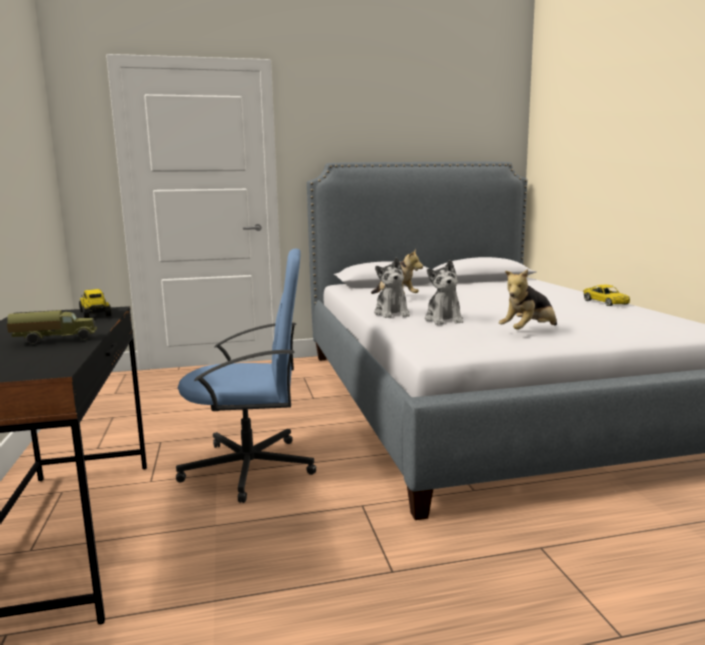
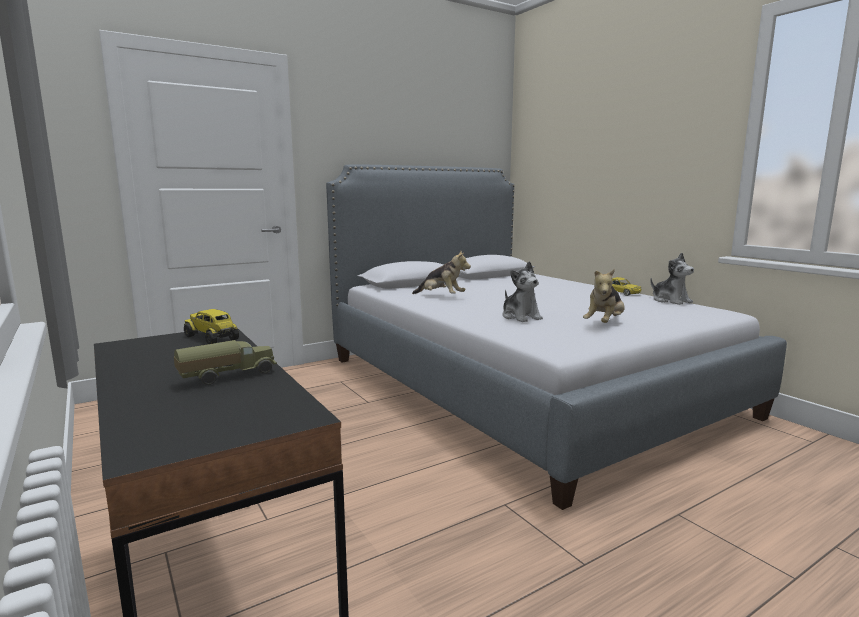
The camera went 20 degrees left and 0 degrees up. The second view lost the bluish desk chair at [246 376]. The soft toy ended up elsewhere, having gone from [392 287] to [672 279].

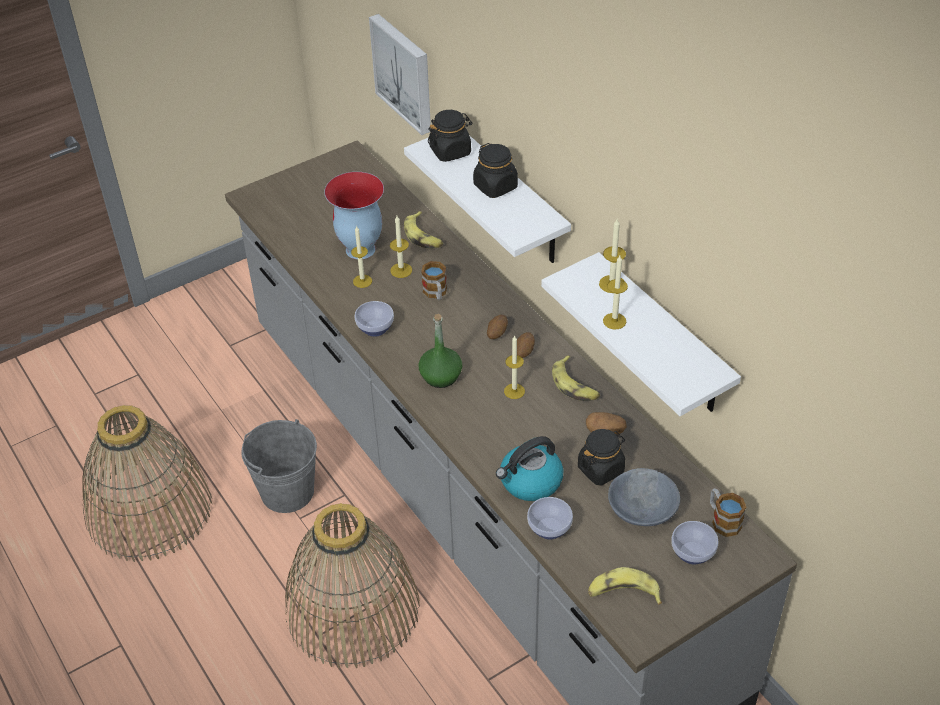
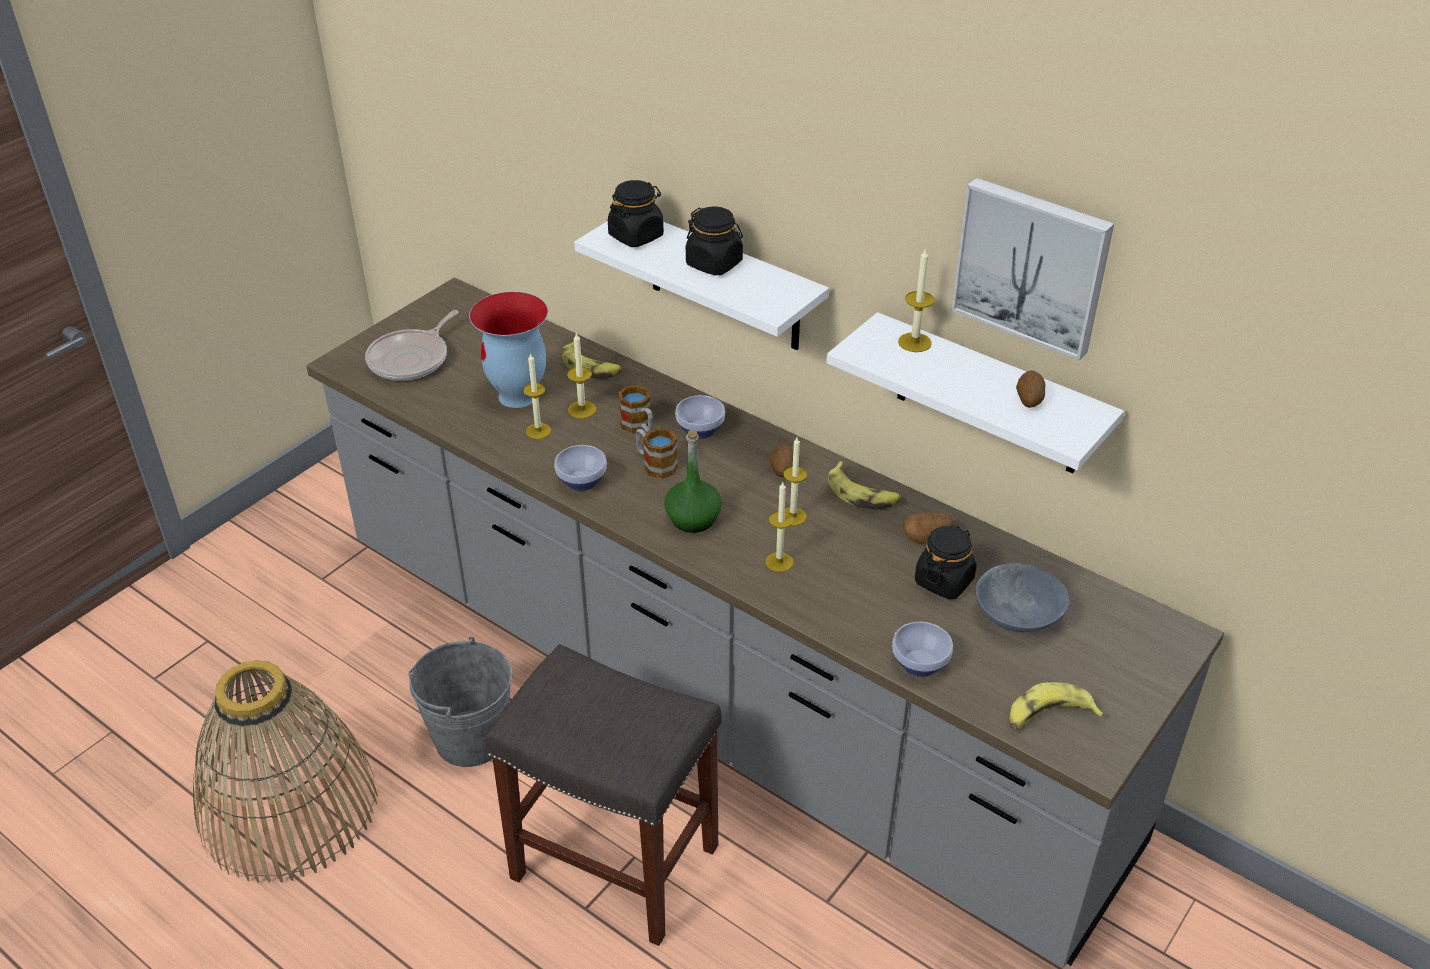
The camera went 20 degrees left and 5 degrees down. The wall art ended up elsewhere, having gone from [400 74] to [1032 269]. The candle ended up elsewhere, having gone from [615 292] to [780 527]. The whole potato ended up elsewhere, having gone from [497 327] to [1030 389]. The second view lost the tea kettle at [530 468]. The coffee mug ended up elsewhere, having gone from [728 512] to [656 453]. Where the basket stood at [352 586], the greyish stool seat came to stand at [604 795]. The deep dish ended up elsewhere, having gone from [694 542] to [700 417]. The second view gained the frying pan at [411 345].

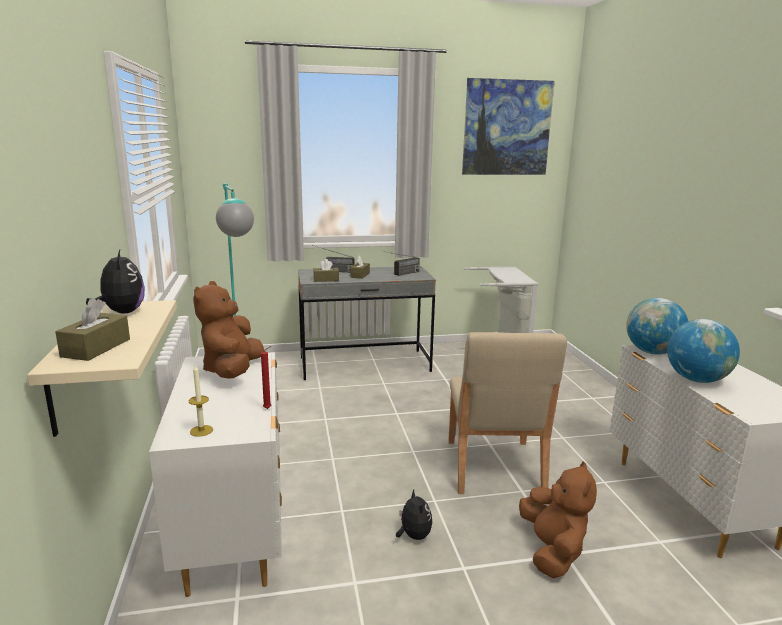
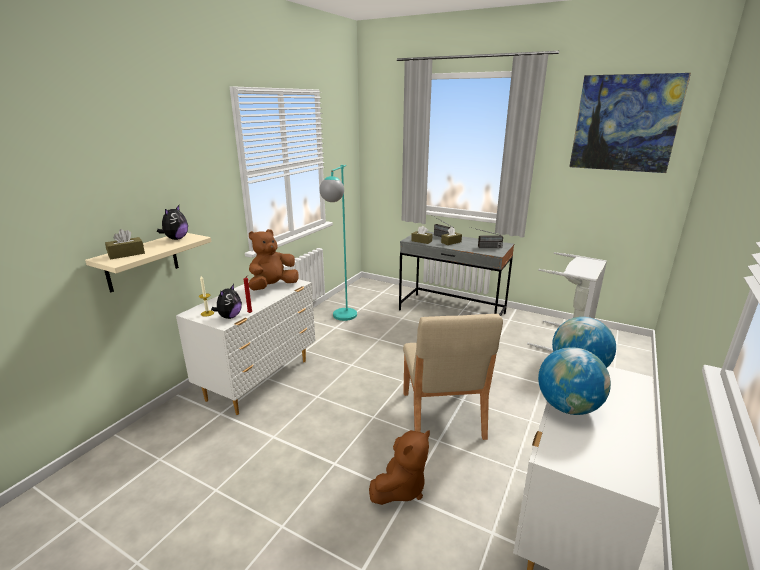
The camera went 40 degrees right and 5 degrees up. The sand-coloured plain chair at [507 413] ended up facing another way, 45 degrees counterclockwise from before. The soft toy ended up elsewhere, having gone from [414 514] to [226 301].

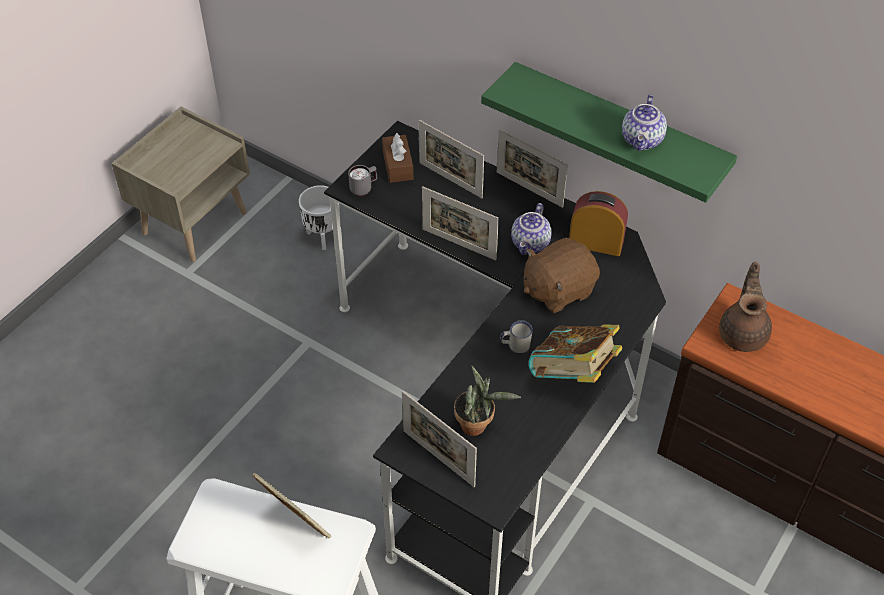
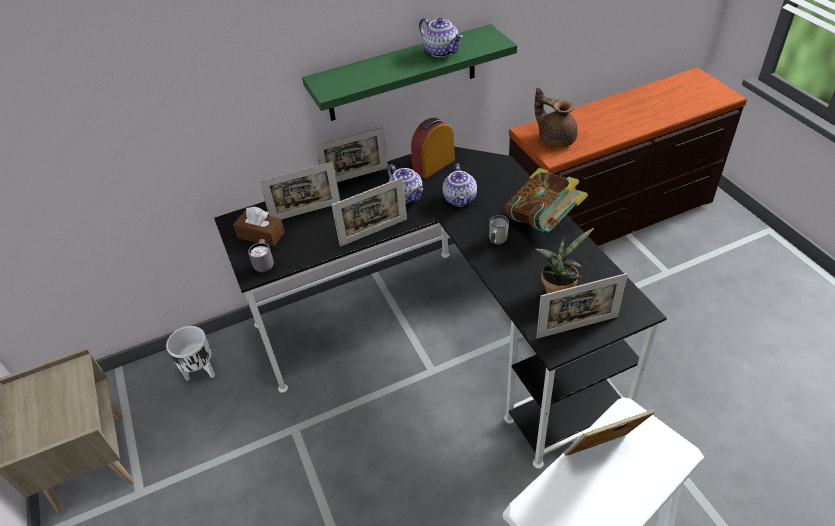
The camera went 55 degrees left and 5 degrees down. Where the brownish soft toy stood at [562 275], the teapot came to stand at [460 185].

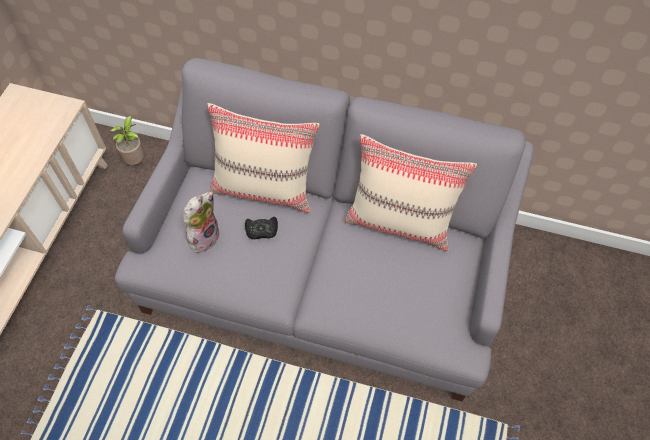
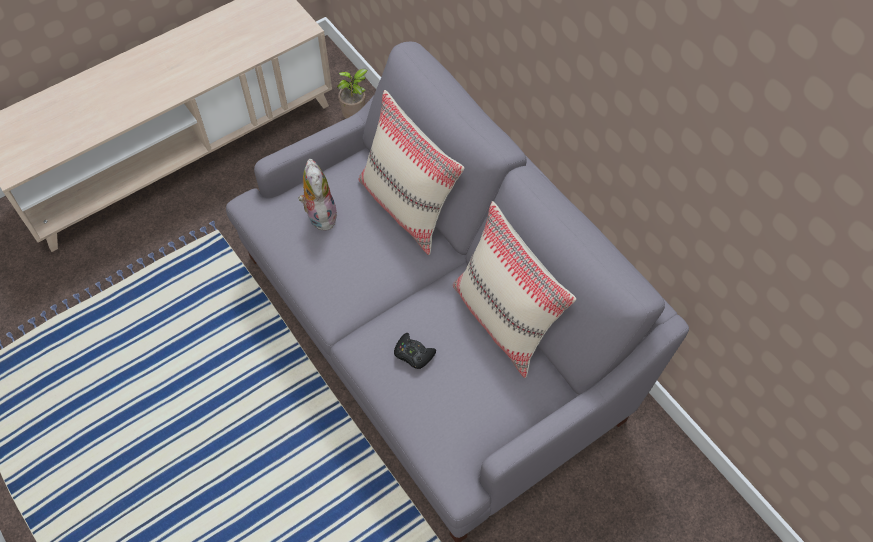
The camera went 40 degrees right and 0 degrees up. The soft toy at [201 222] ended up facing another way, 90 degrees counterclockwise from before. The black-coloured game controller ended up elsewhere, having gone from [261 228] to [415 351].

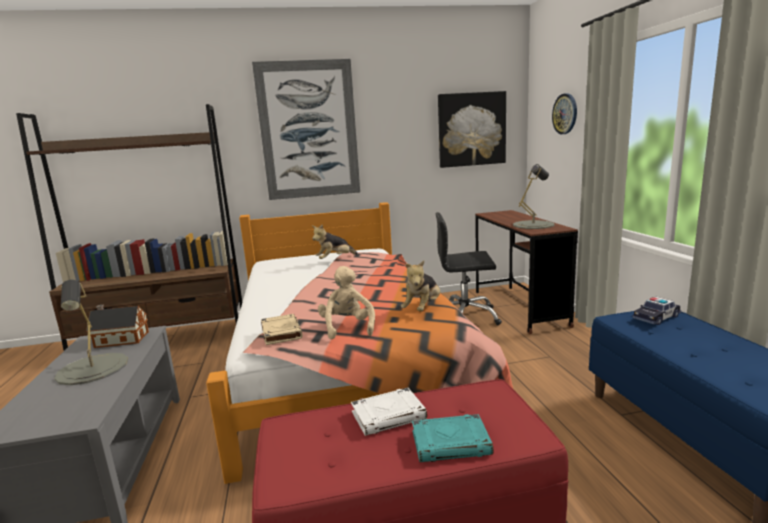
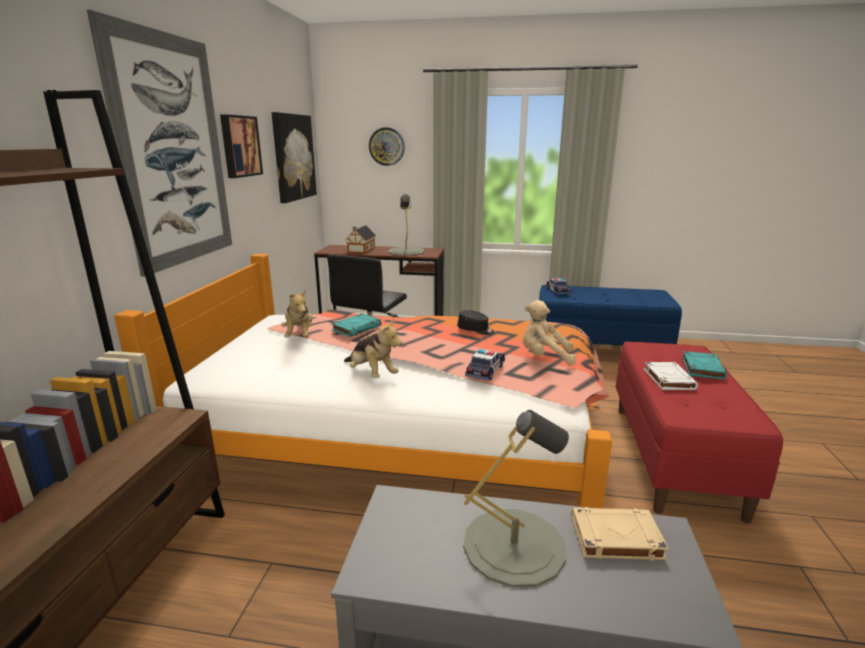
The camera went 70 degrees left and 5 degrees up. The soft toy ended up elsewhere, having gone from [420 286] to [373 348]. The model house ended up elsewhere, having gone from [117 326] to [360 239]. The sand-coloured bound book ended up elsewhere, having gone from [282 329] to [620 534]. The second view gained the wall art at [241 146]. The second view gained the black-coloured baseball cap at [476 322]. The second view gained the turquoise-coloured bound book at [356 325]. The second view gained the toy car at [485 365].

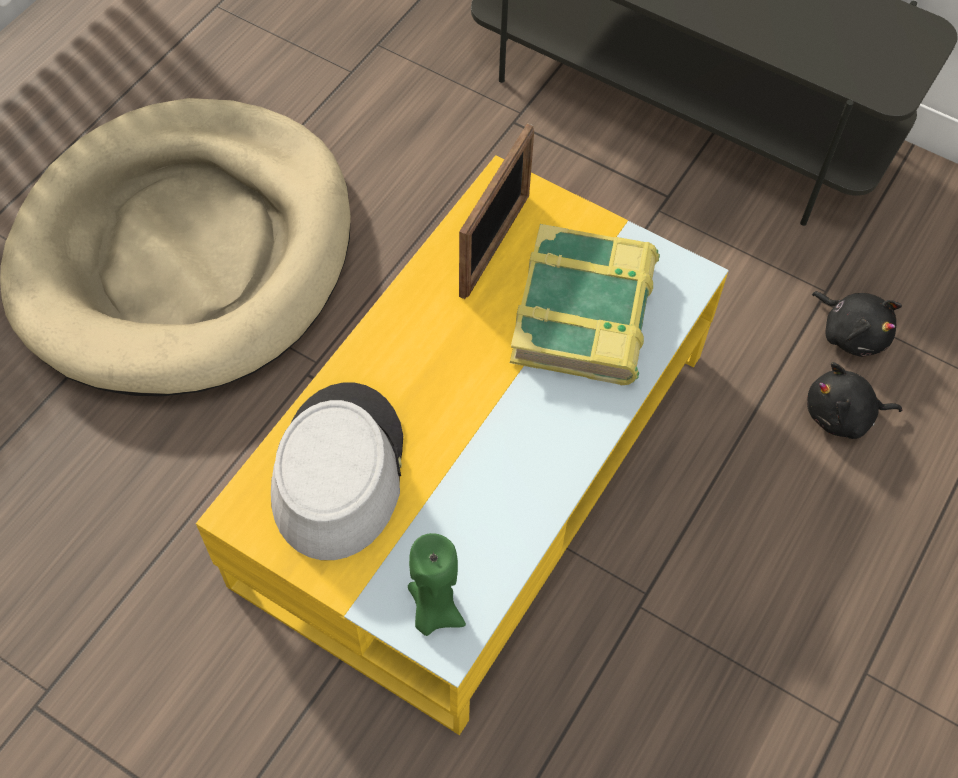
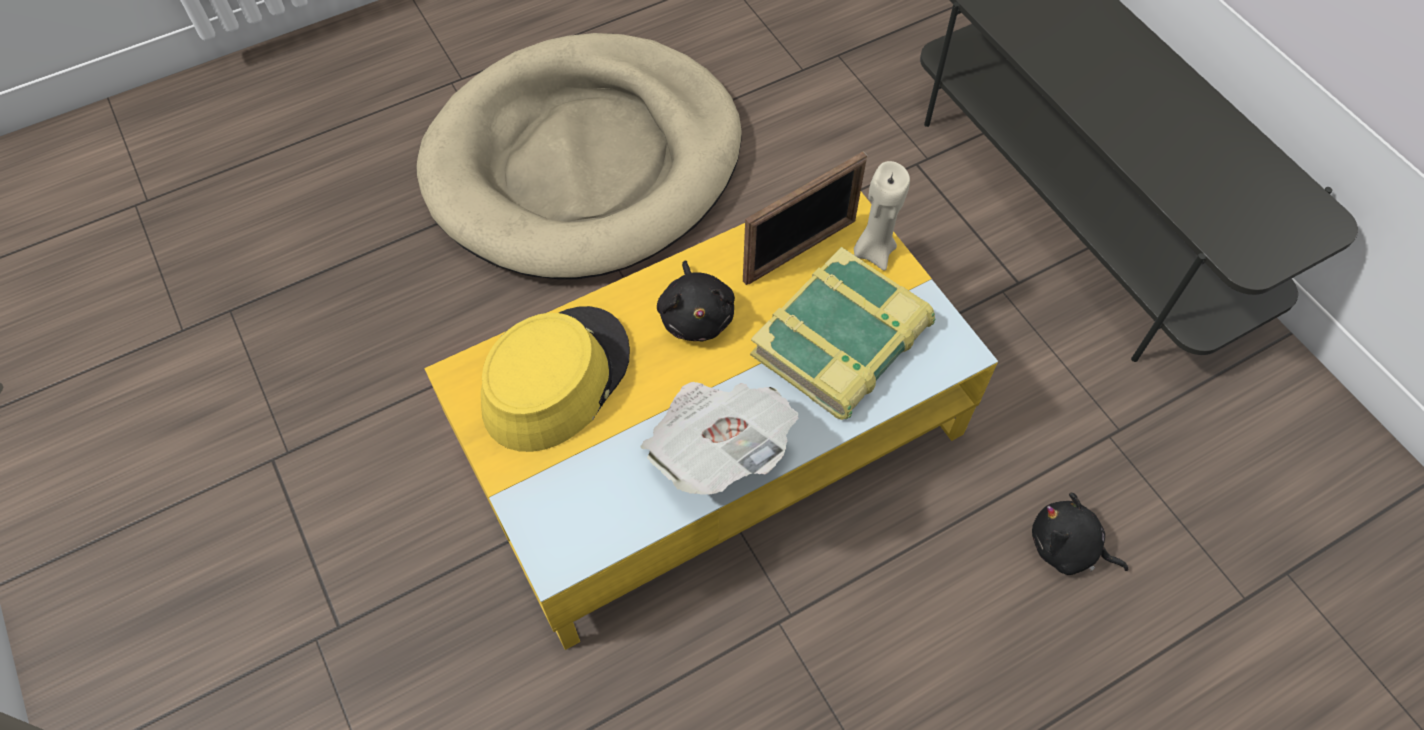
The camera went 30 degrees right and 0 degrees up. The black-coloured soft toy ended up elsewhere, having gone from [857 324] to [696 301]. What was the greyish clothing hat at [337 471] turned into the yellowish clothing hat at [555 379]. The second view lost the greenish candle at [437 584]. The second view gained the sand-coloured candle at [882 216]. The second view gained the newspaper at [719 438].

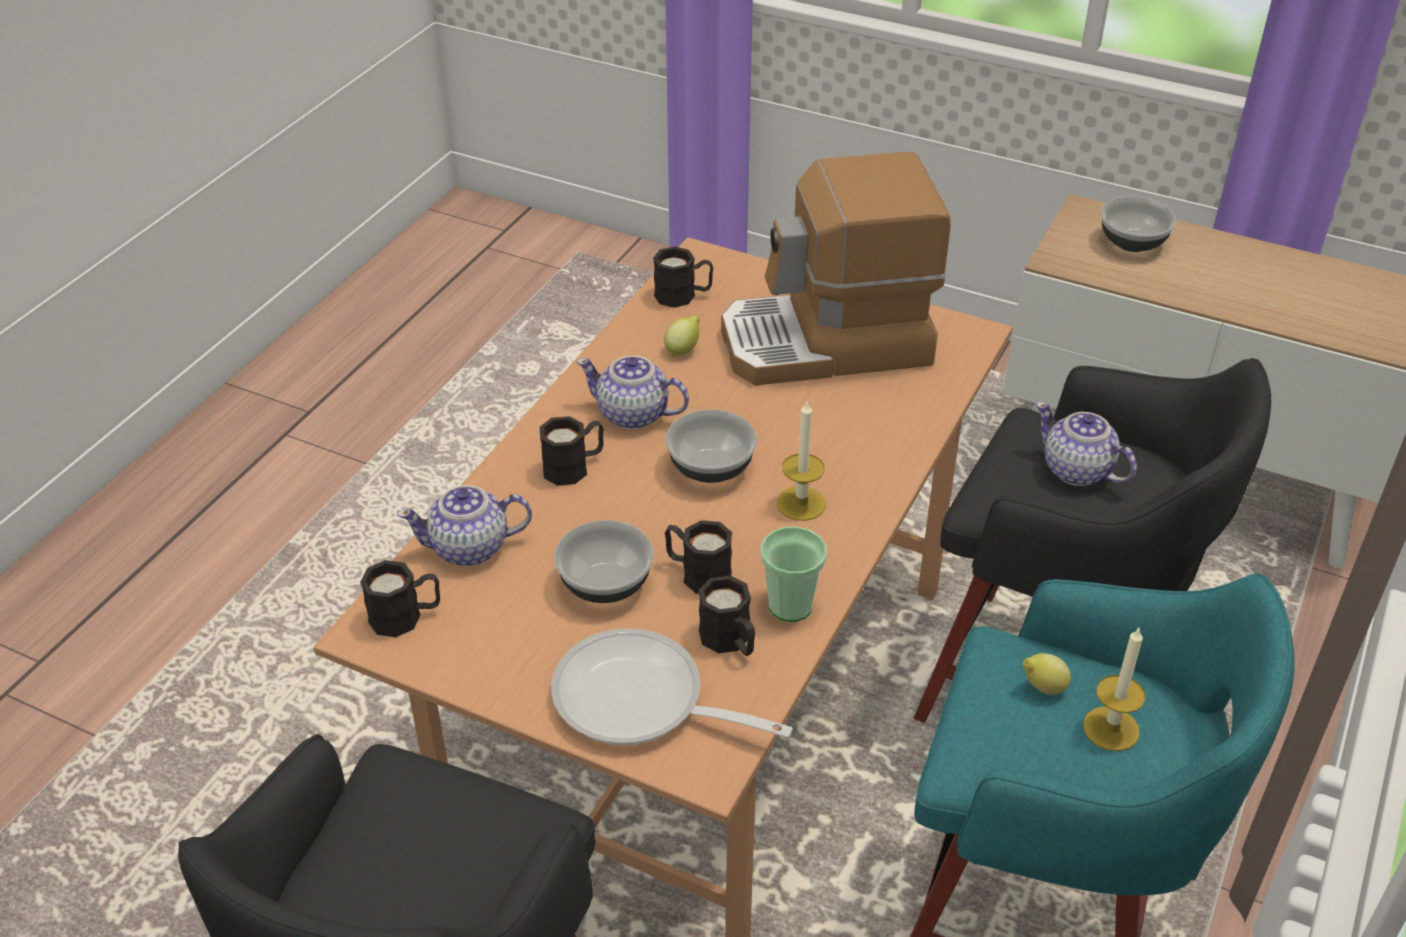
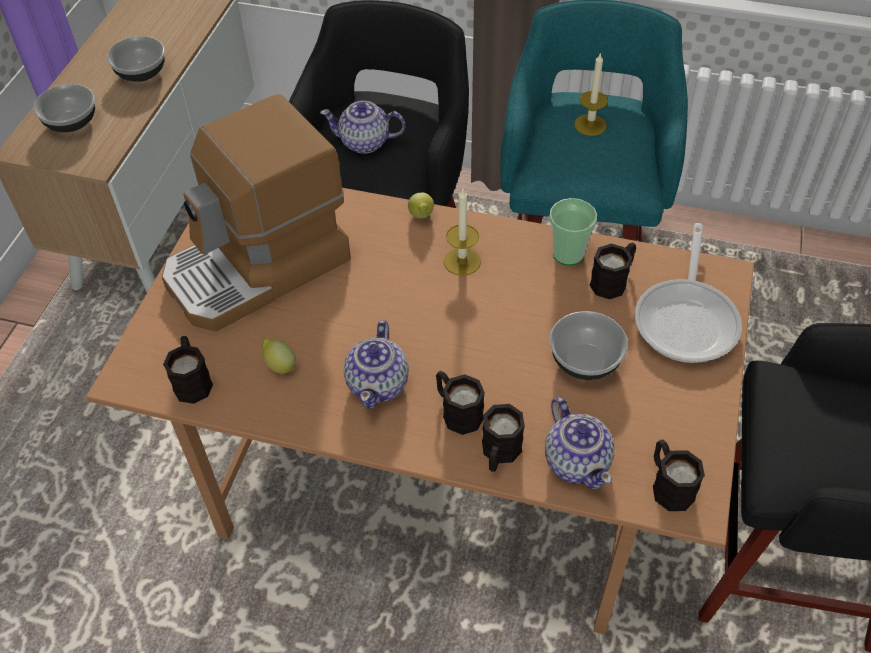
The camera went 100 degrees left and 10 degrees up. The coffee maker at [836 268] ended up facing another way, 75 degrees clockwise from before. The teapot at [1086 444] ended up facing another way, 60 degrees clockwise from before. The deep dish ended up elsewhere, having gone from [711 446] to [136 59]. The black-coloured coffee mug ended up elsewhere, having gone from [698 557] to [503 438]. The whole lemon ended up elsewhere, having gone from [1046 674] to [421 205].

